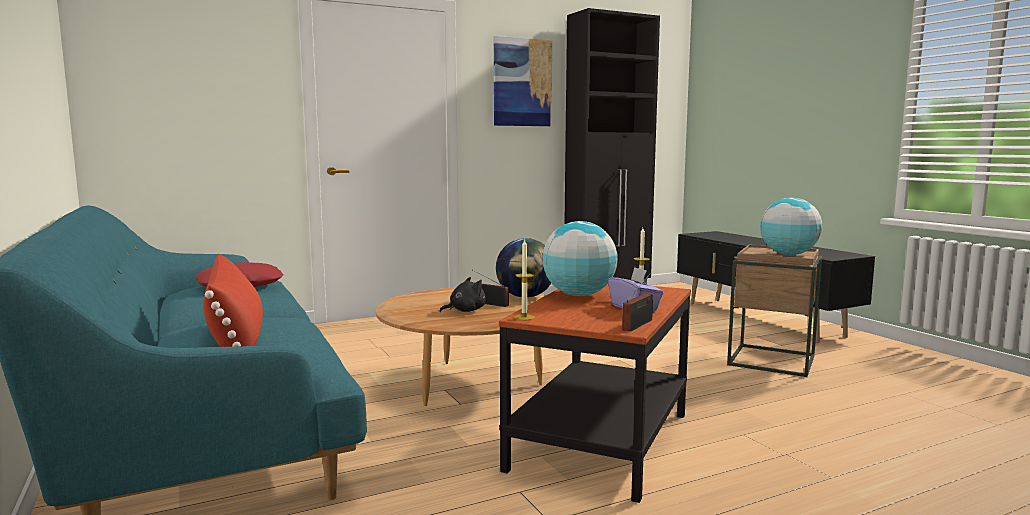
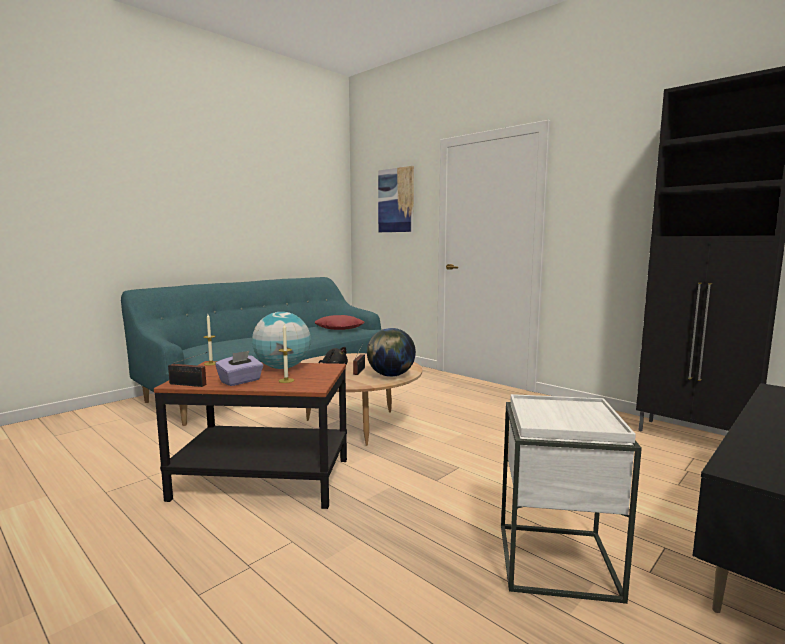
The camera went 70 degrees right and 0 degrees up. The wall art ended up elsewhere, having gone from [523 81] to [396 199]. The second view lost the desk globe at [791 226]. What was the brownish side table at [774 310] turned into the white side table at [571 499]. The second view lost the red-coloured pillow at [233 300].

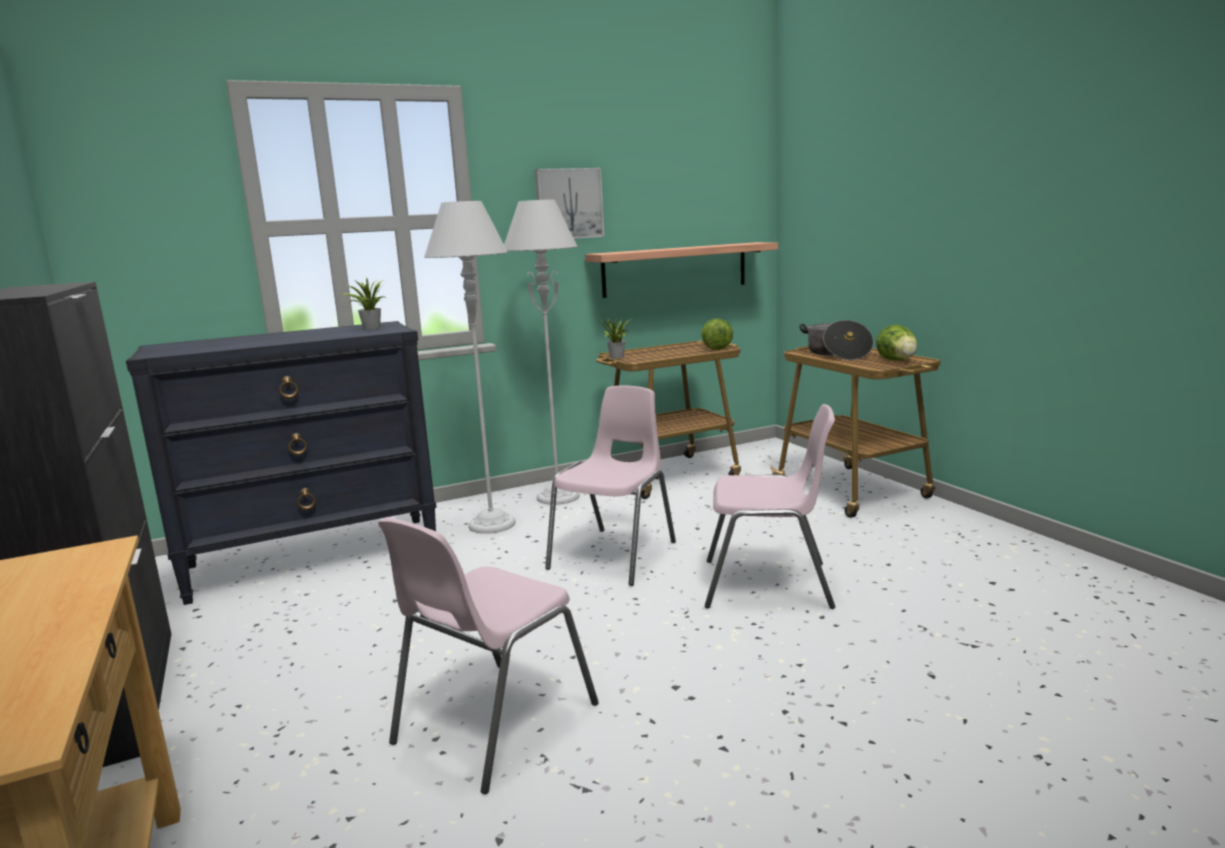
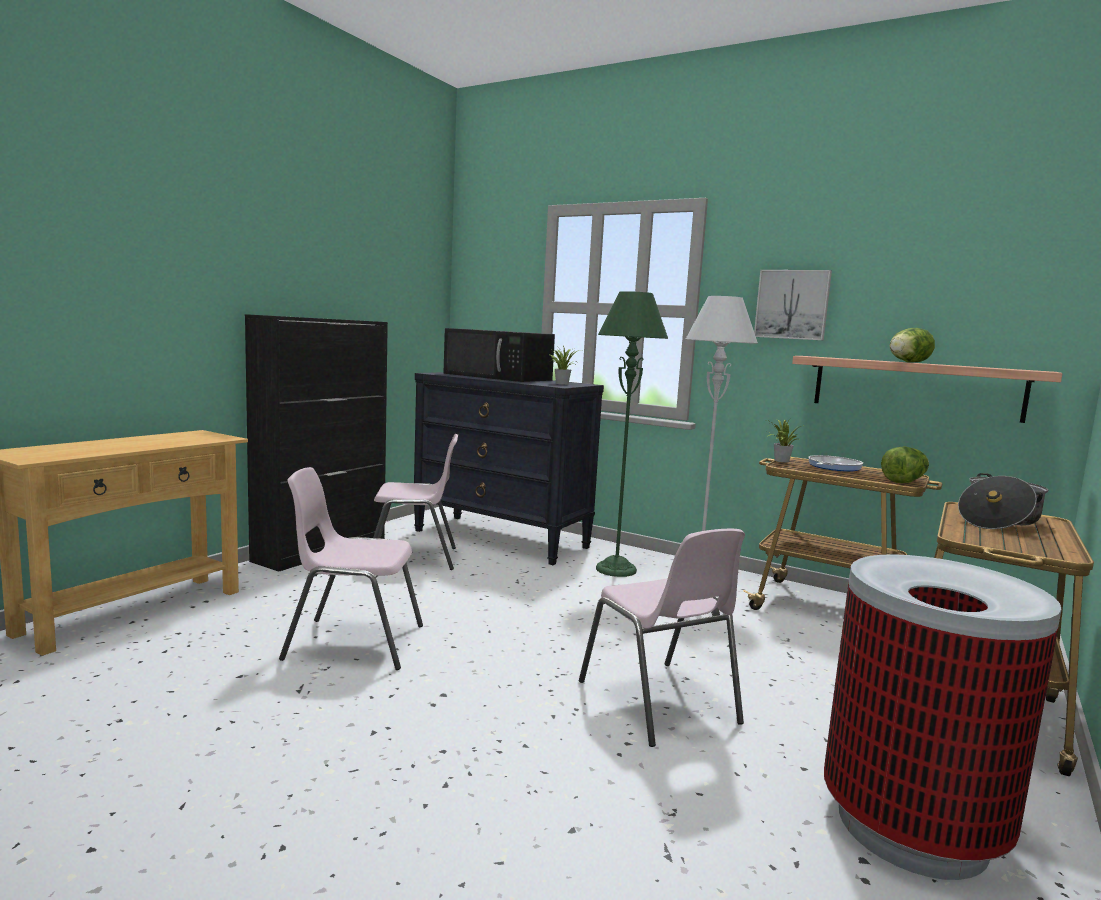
The camera went 55 degrees right and 5 degrees down. What was the greyish standing lamp at [470 367] turned into the greenish standing lamp at [632 434]. The lettuce head ended up elsewhere, having gone from [896 343] to [912 345]. The pink plain chair ended up elsewhere, having gone from [610 486] to [415 502]. The second view gained the black-coloured microwave at [499 355]. The second view gained the frying pan at [835 463]. The second view gained the trash can at [943 717].

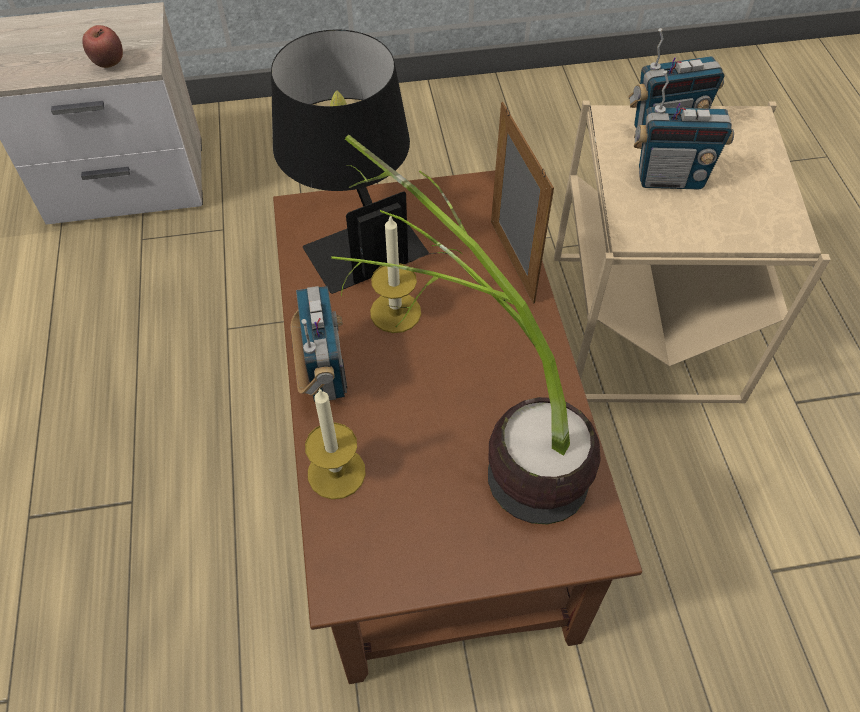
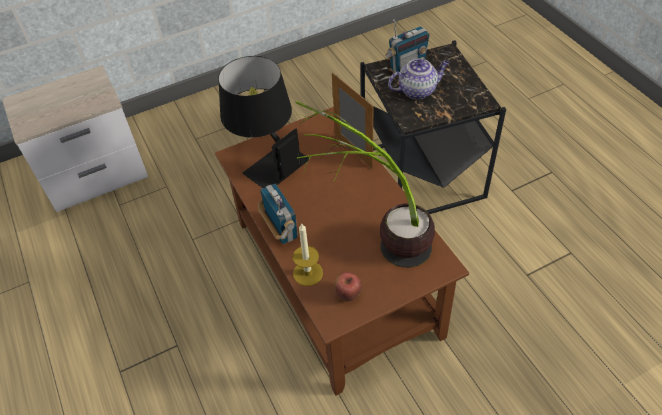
The camera went 15 degrees left and 5 degrees down. The apple fruit ended up elsewhere, having gone from [102 46] to [348 286]. Where the radio stood at [684 130], the teapot came to stand at [418 78]. What was the sand-coloured side table at [692 251] turned into the black-coloured side table at [433 127]. The second view lost the candle at [395 274].

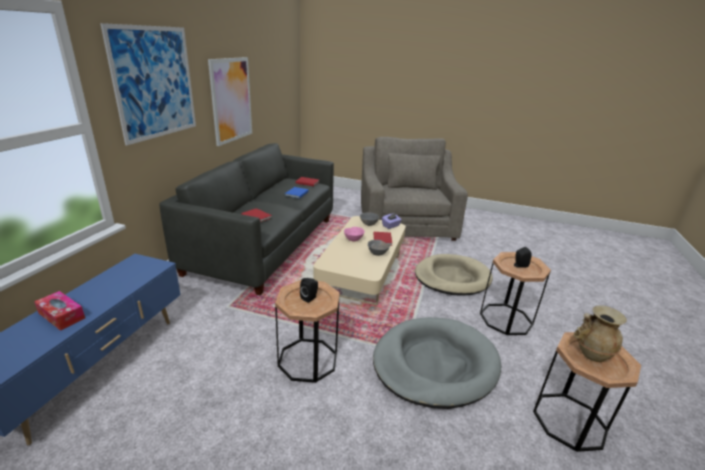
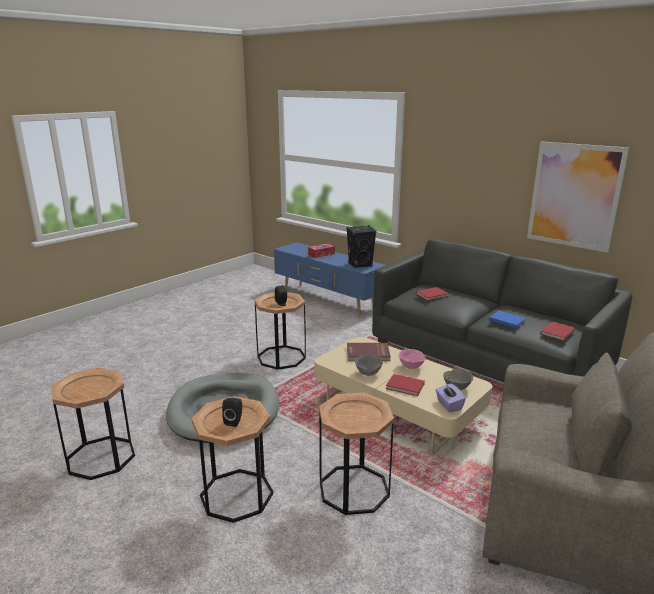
The camera went 115 degrees right and 5 degrees down. The second view lost the wall art at [148 84]. Where the sand-coloured dog bed stood at [454 274], the brownish side table came to stand at [356 453]. The second view lost the sand-coloured decorative vase at [600 333]. The second view gained the black-coloured loudspeaker at [361 246]. The second view gained the red-coloured bound book at [369 352].

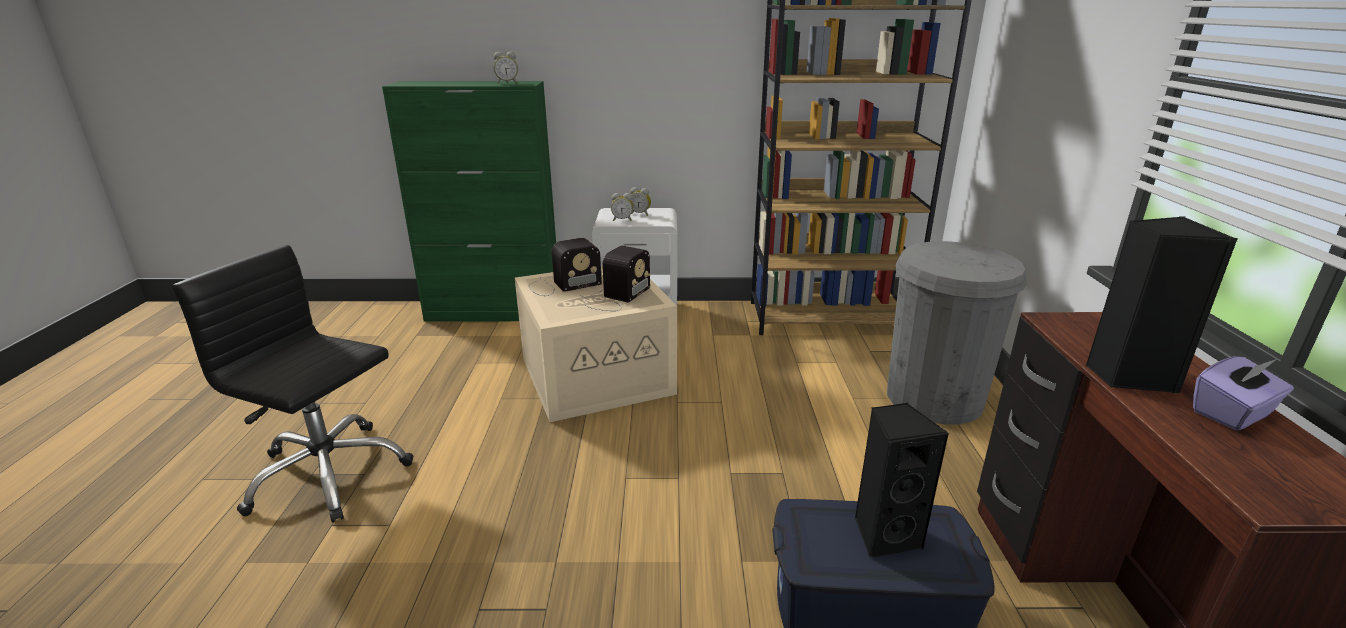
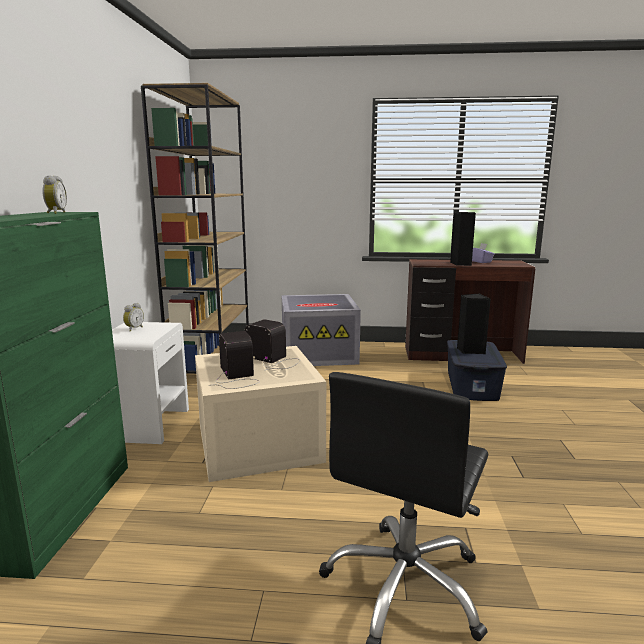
The camera went 85 degrees left and 10 degrees down. The second view lost the table clock at [622 207]. Where the greyish trash can stood at [957 333], the greyish storage box came to stand at [321 330].

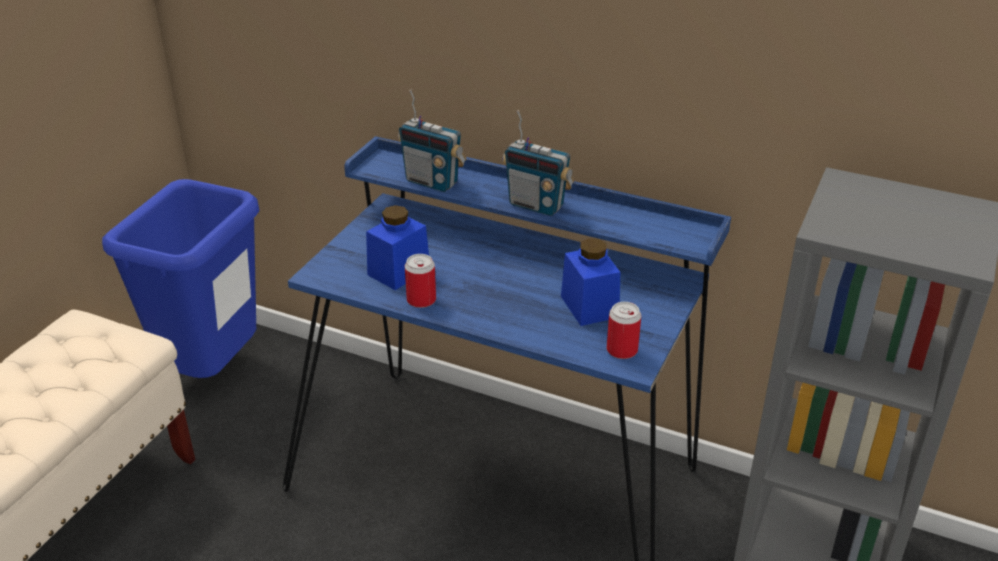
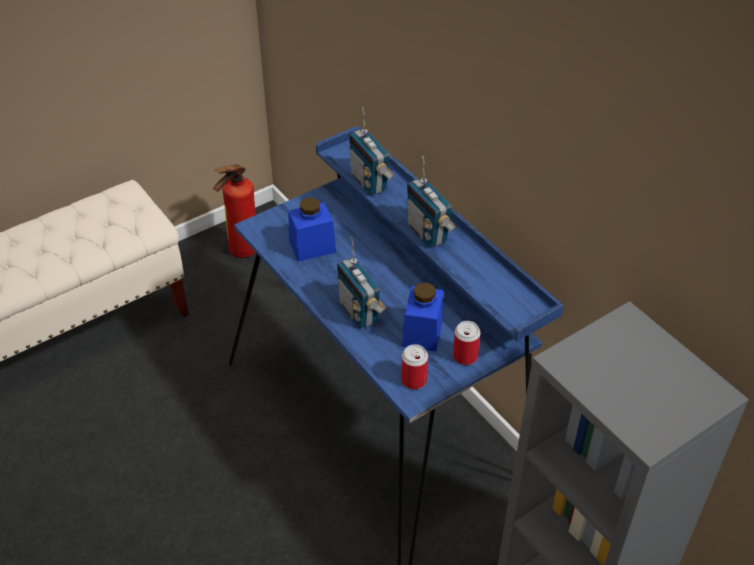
The camera went 30 degrees right and 10 degrees up. Where the bluish trash can stood at [181 278], the extinguisher came to stand at [234 211]. The can ended up elsewhere, having gone from [420 281] to [467 343]. The second view gained the radio at [361 283].

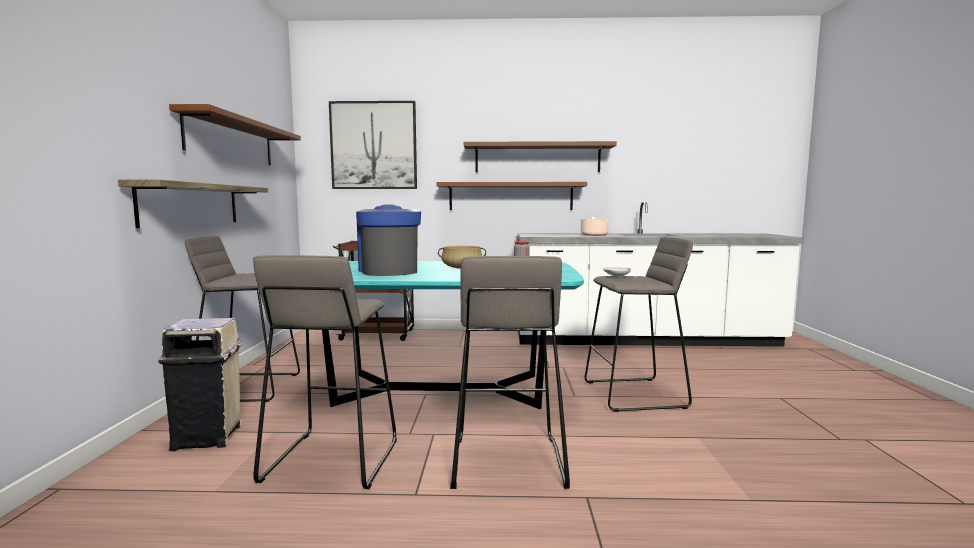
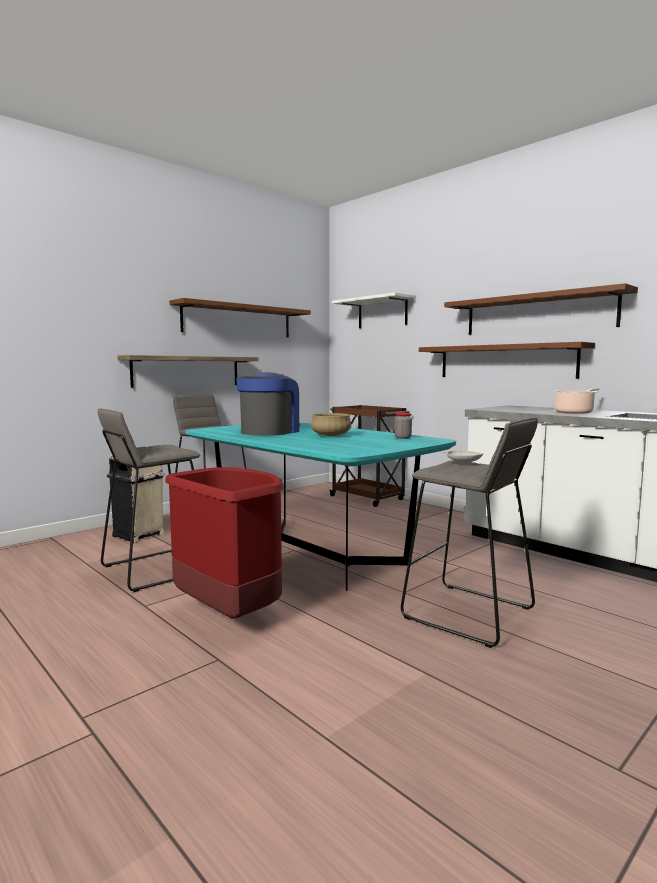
The camera went 45 degrees right and 0 degrees up. Where the wall art hung at [373 145], the white bracket shelf came to hang at [374 310]. Where the greyish stool seat stood at [510 372], the red-coloured trash can came to stand at [225 543].

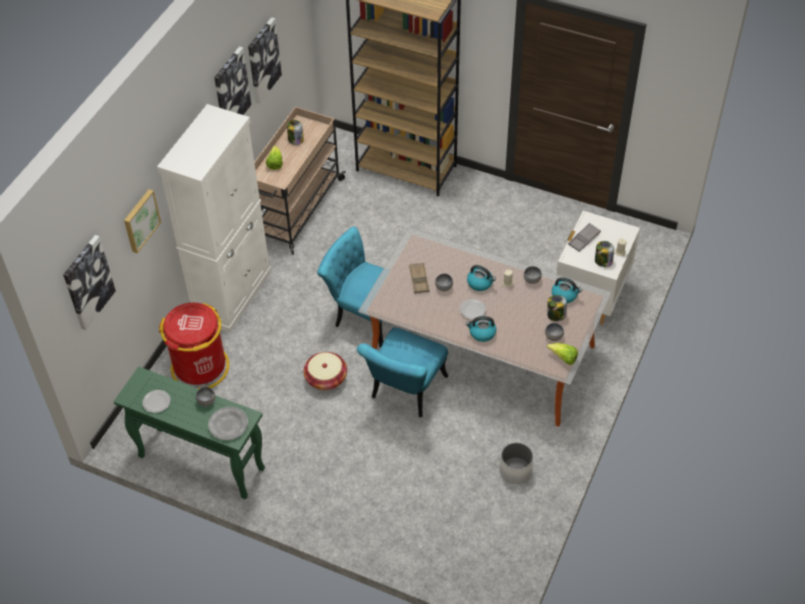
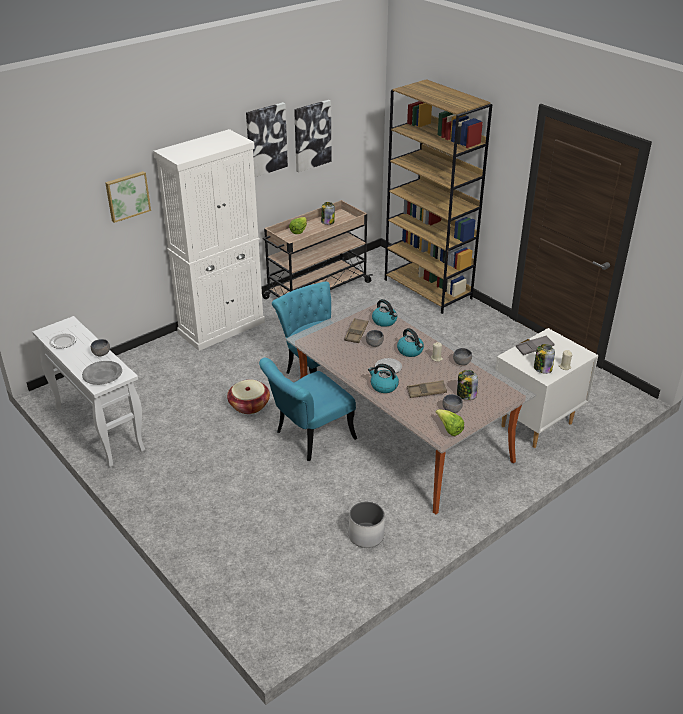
The camera went 25 degrees right and 15 degrees down. The second view lost the wall art at [89 282]. The tea kettle ended up elsewhere, having gone from [567 290] to [384 313]. The second view lost the red-coloured trash can at [194 346]. What was the greenish narrow table at [189 432] turned into the white narrow table at [88 391]. The second view gained the brownish serving tray at [427 389].

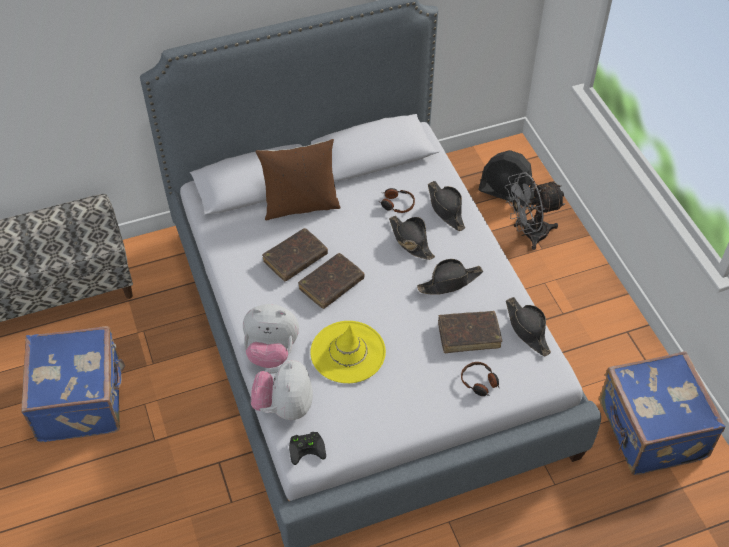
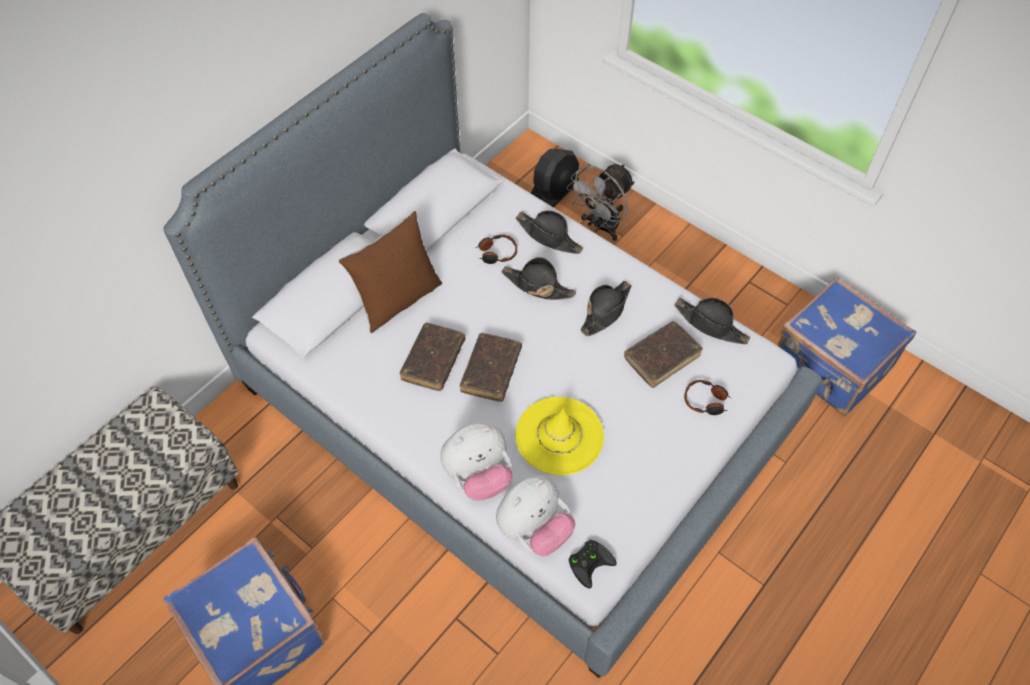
The camera went 30 degrees left and 5 degrees up. The black-coloured cooling fan at [506 178] ended up facing another way, 45 degrees counterclockwise from before. The soft toy at [282 390] ended up facing another way, 105 degrees counterclockwise from before.

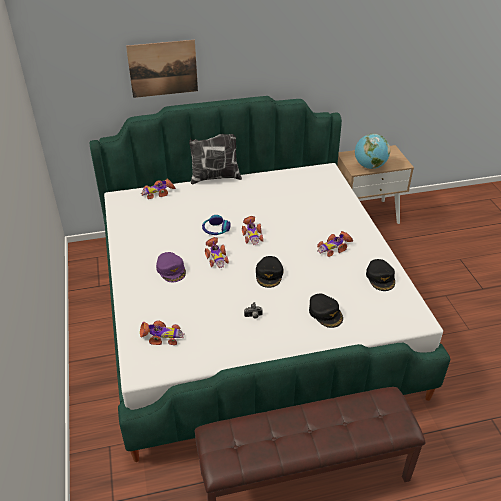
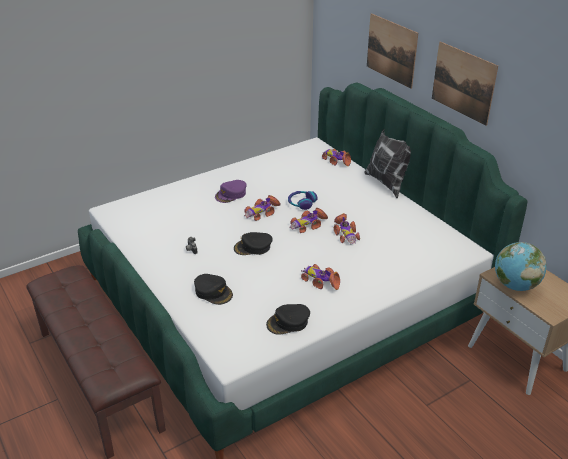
The camera went 70 degrees right and 5 degrees down. The black-coloured baseball cap at [326 311] ended up facing another way, 90 degrees counterclockwise from before. The toy car ended up elsewhere, having gone from [162 333] to [347 228]. The second view gained the wall art at [465 83].

